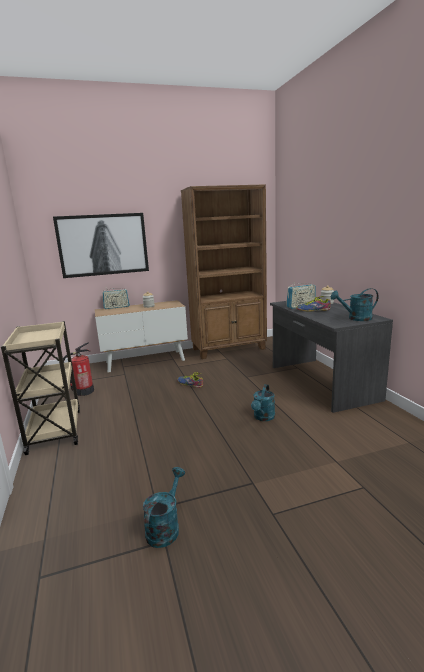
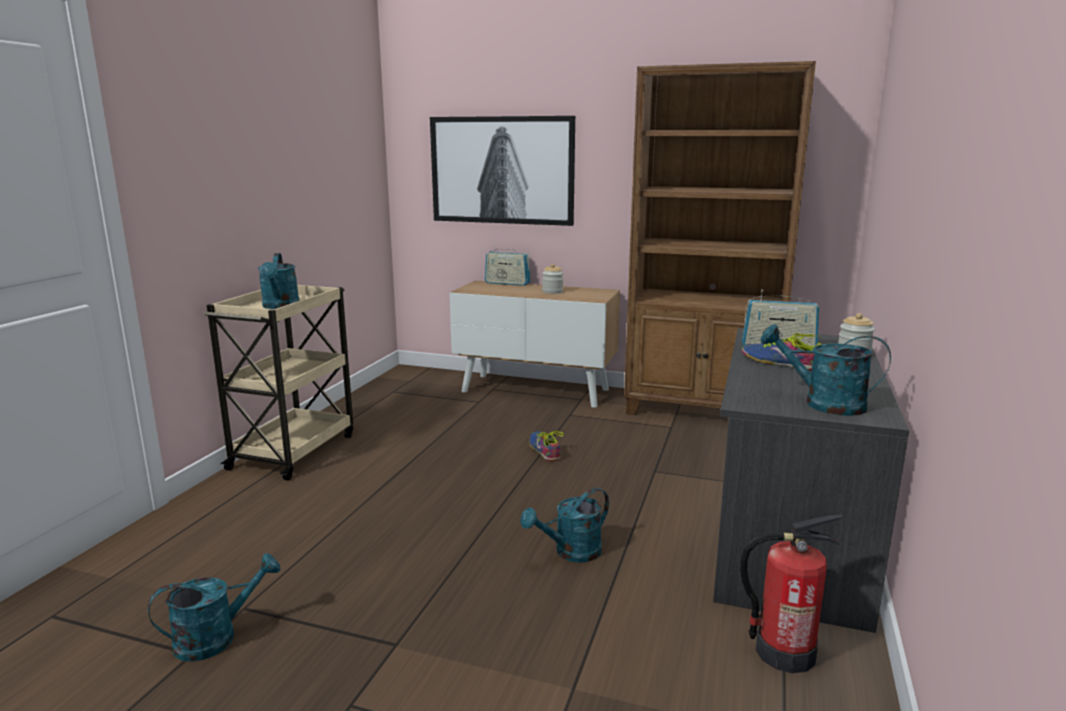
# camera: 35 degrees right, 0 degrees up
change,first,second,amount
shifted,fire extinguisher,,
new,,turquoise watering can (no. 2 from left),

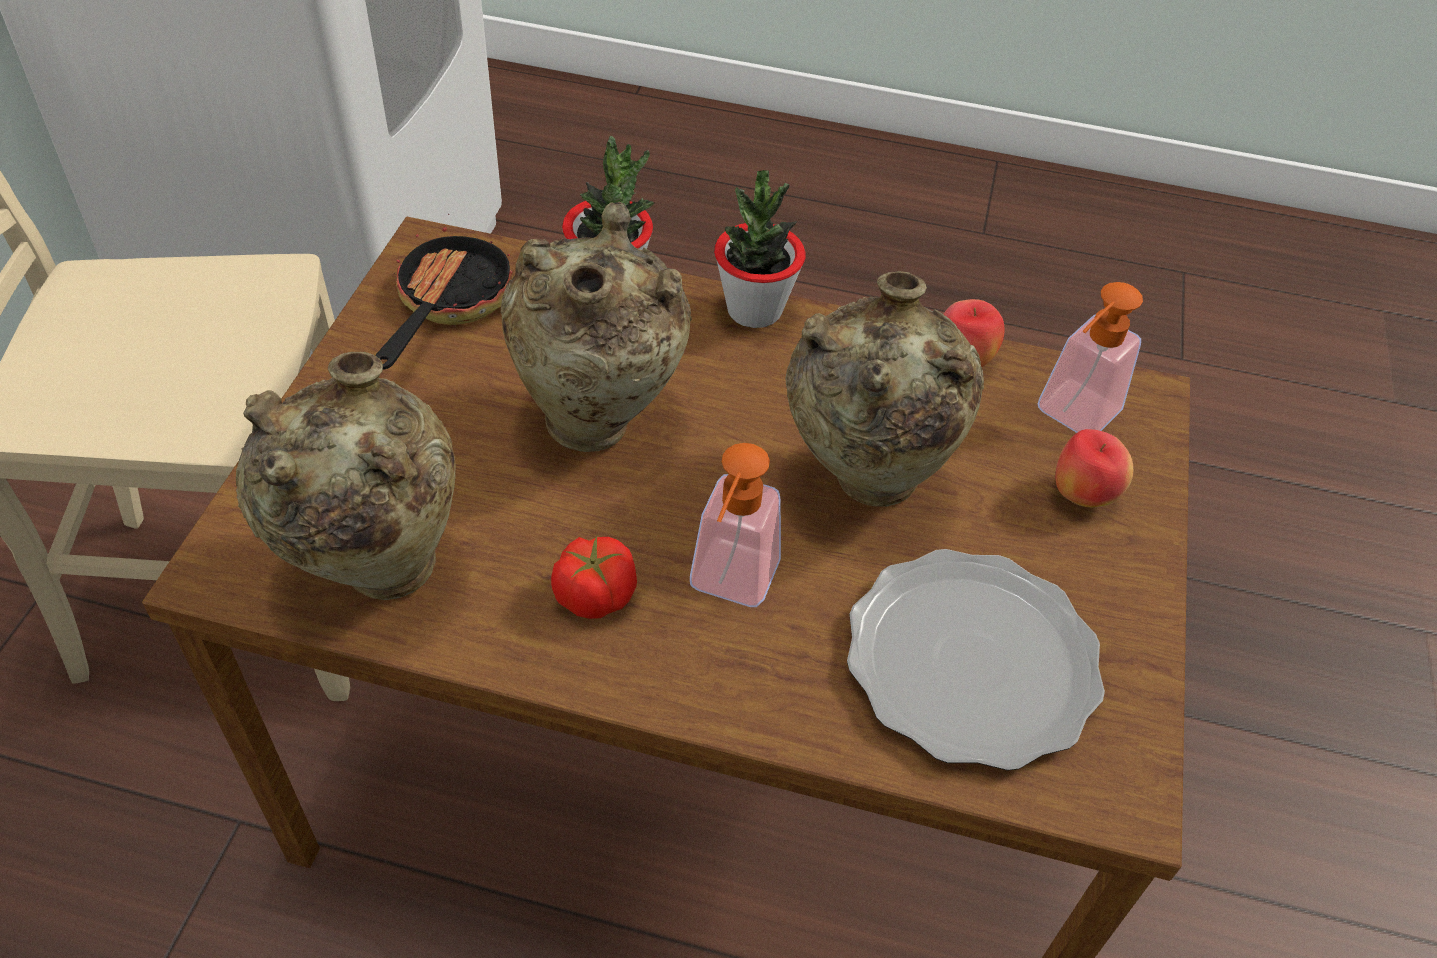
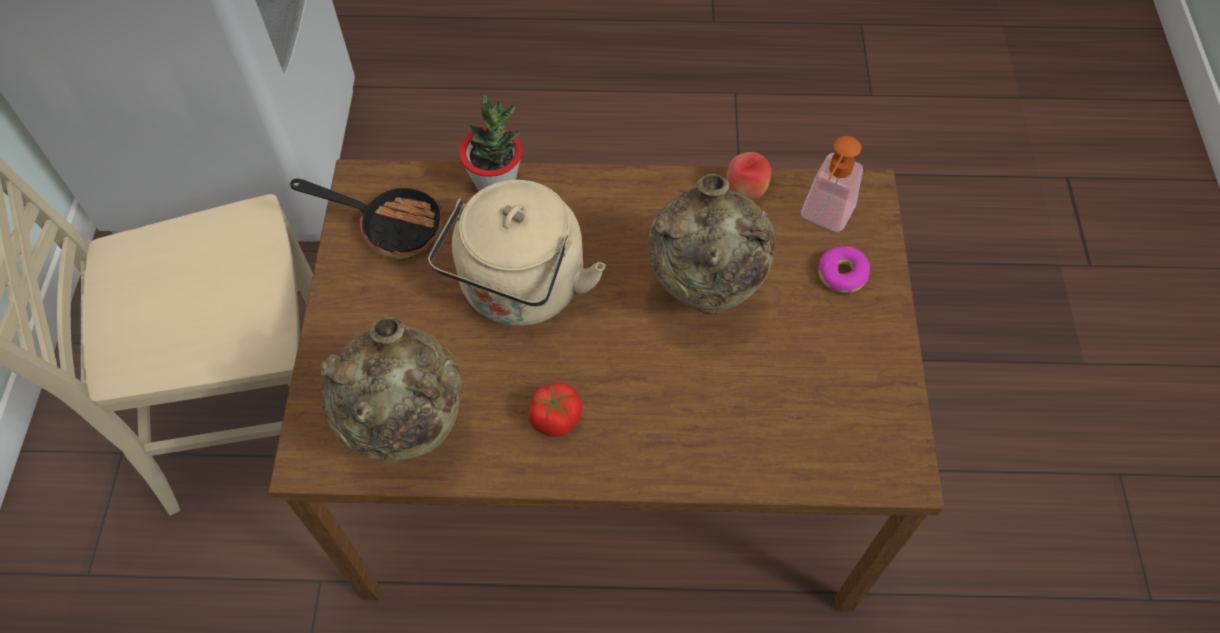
# camera: 10 degrees left, 10 degrees up
change,first,second,amount
gone,potted plant (no. 2 from left),,
swapped,beige vase (no. 2 from left),beige kettle,
rotated,frying pan,,105 degrees clockwise
swapped,apple (no. 2 from left),donut,
gone,soap dispenser (no. 1 from left),,
gone,plate,,

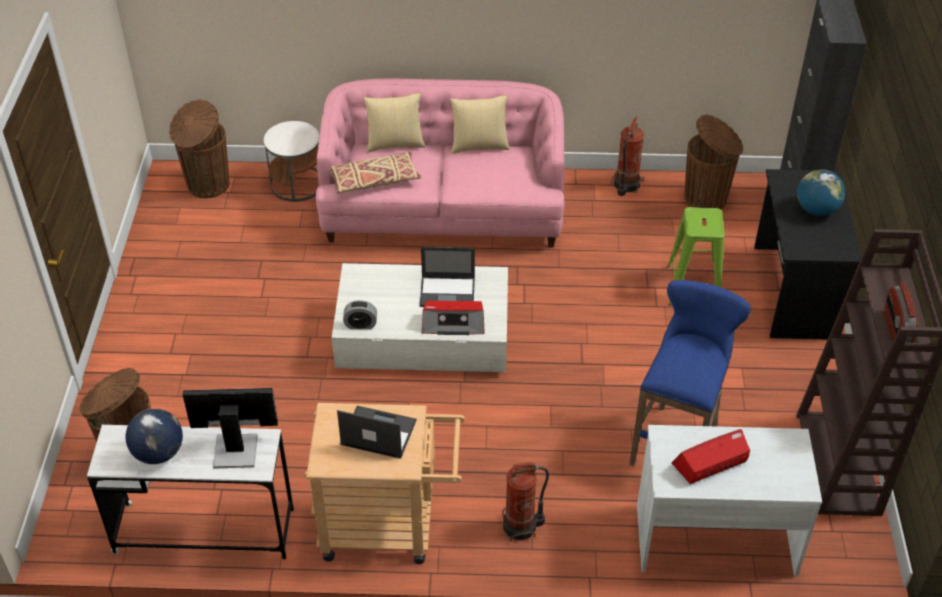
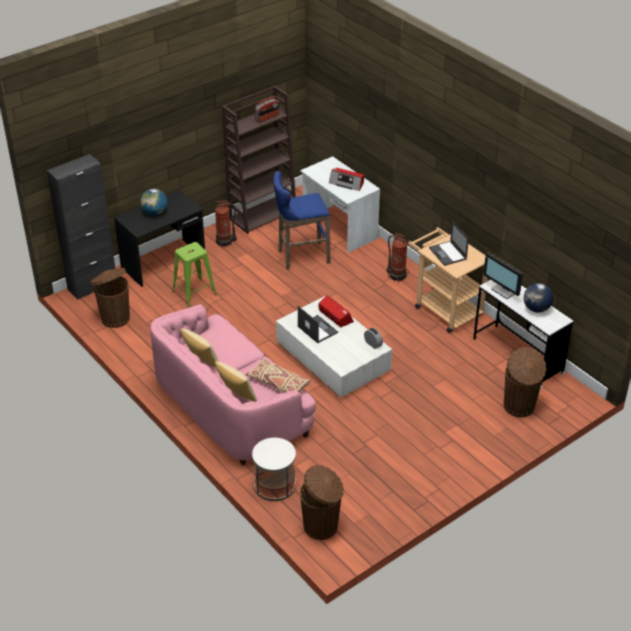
# camera: 130 degrees left, 5 degrees down
change,first,second,amount
shifted,fire extinguisher (no. 2 from left in the first image),fire extinguisher (no. 1 from left),

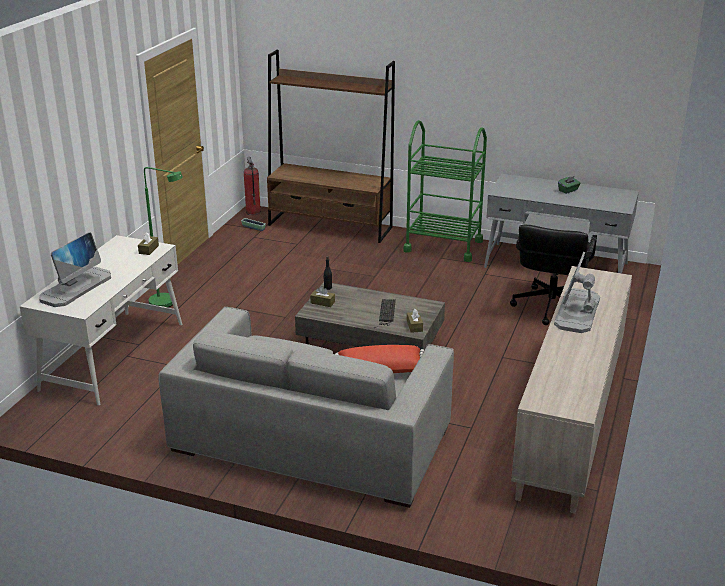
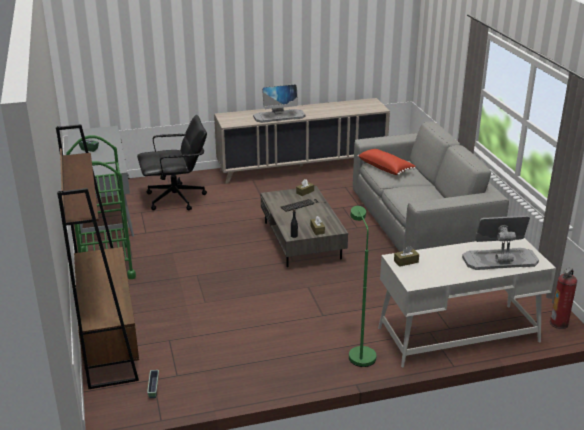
# camera: 125 degrees left, 0 degrees up
change,first,second,amount
shifted,fire extinguisher,,

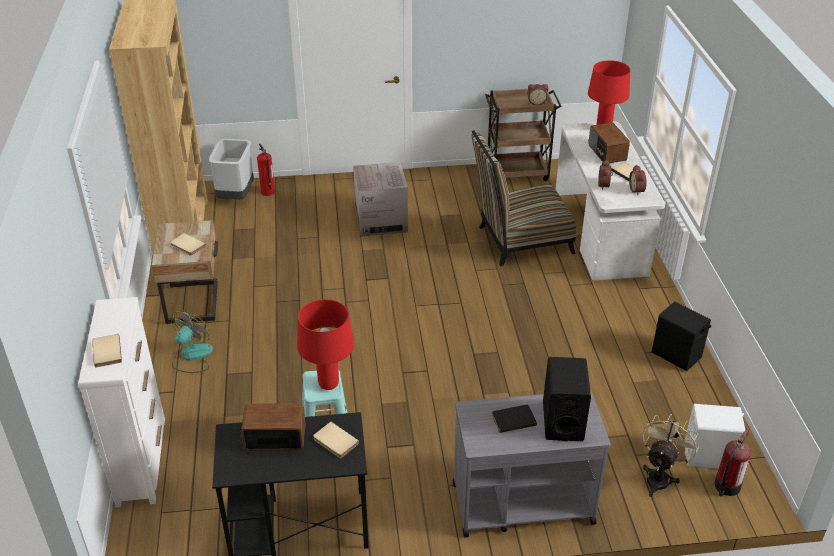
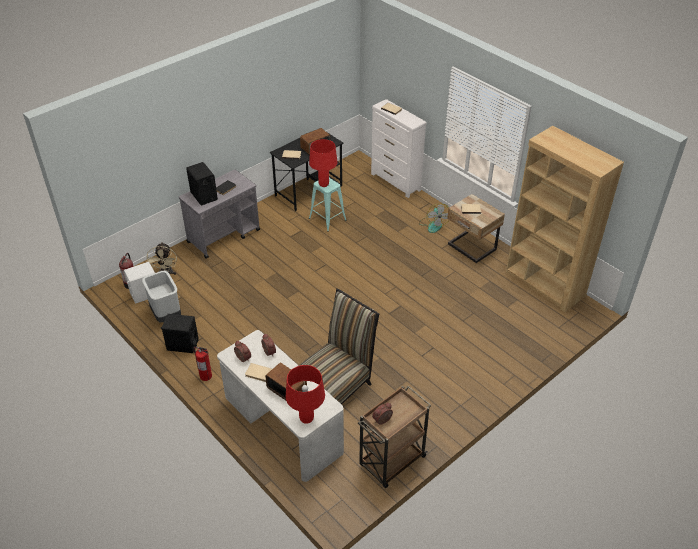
# camera: 145 degrees right, 5 degrees up
change,first,second,amount
shifted,grey trash can,,
shifted,fire extinguisher (no. 1 from left in the first image),fire extinguisher (no. 2 from left),
gone,cardboard box,,

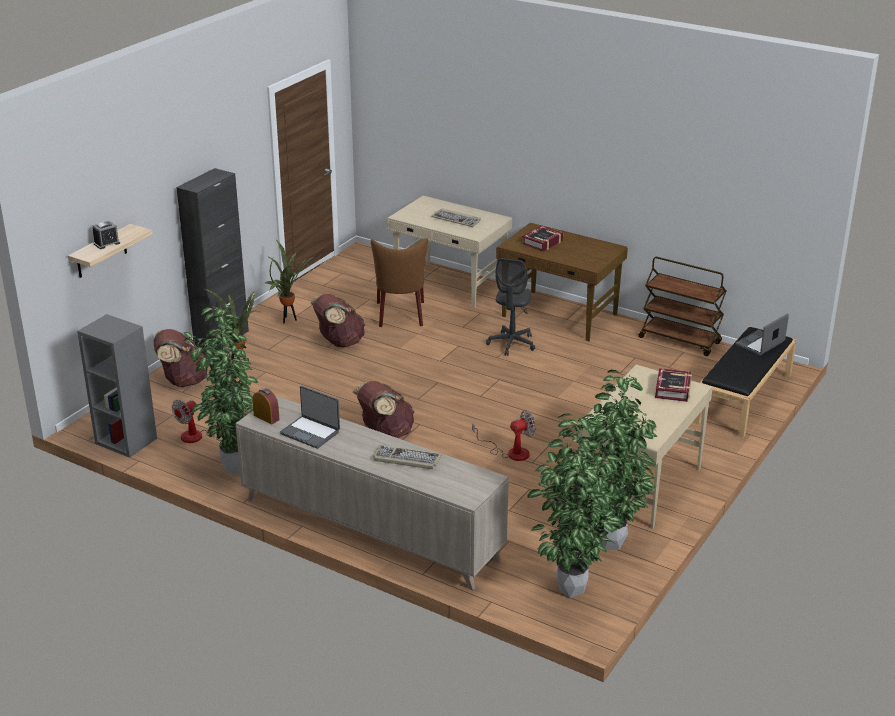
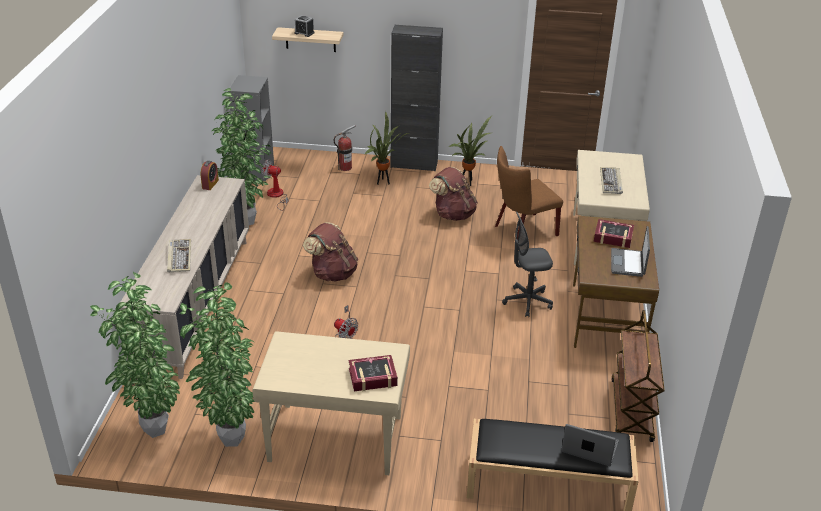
# camera: 65 degrees right, 5 degrees up
change,first,second,amount
swapped,brown backpack (no. 1 from left),fire extinguisher,
shifted,laptop (no. 1 from left in the first image),laptop (no. 2 from left),

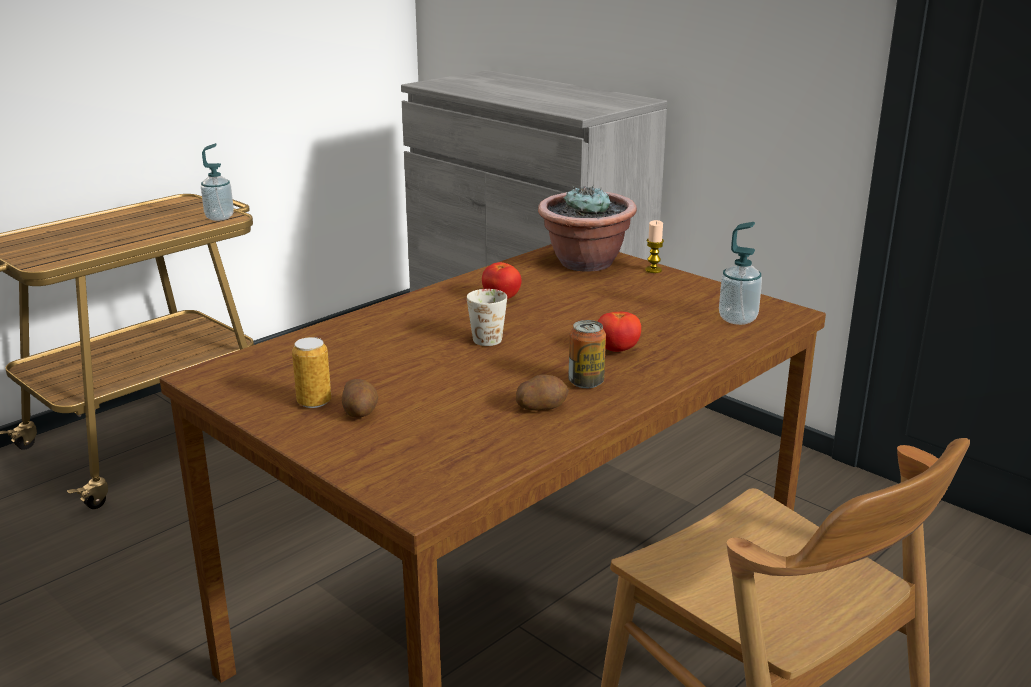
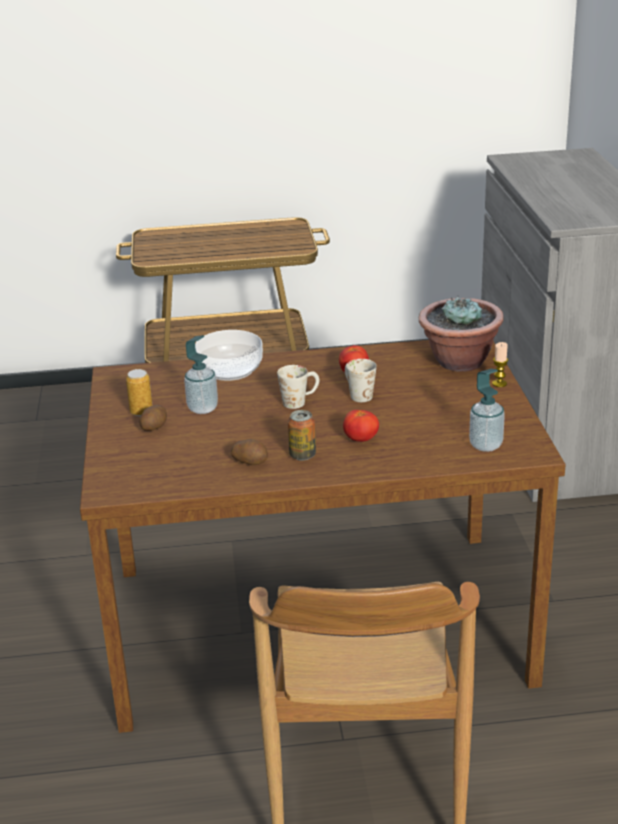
# camera: 40 degrees right, 5 degrees up
change,first,second,amount
shifted,soap dispenser (no. 1 from left),,
new,,bowl,
new,,white mug (no. 2 from left),

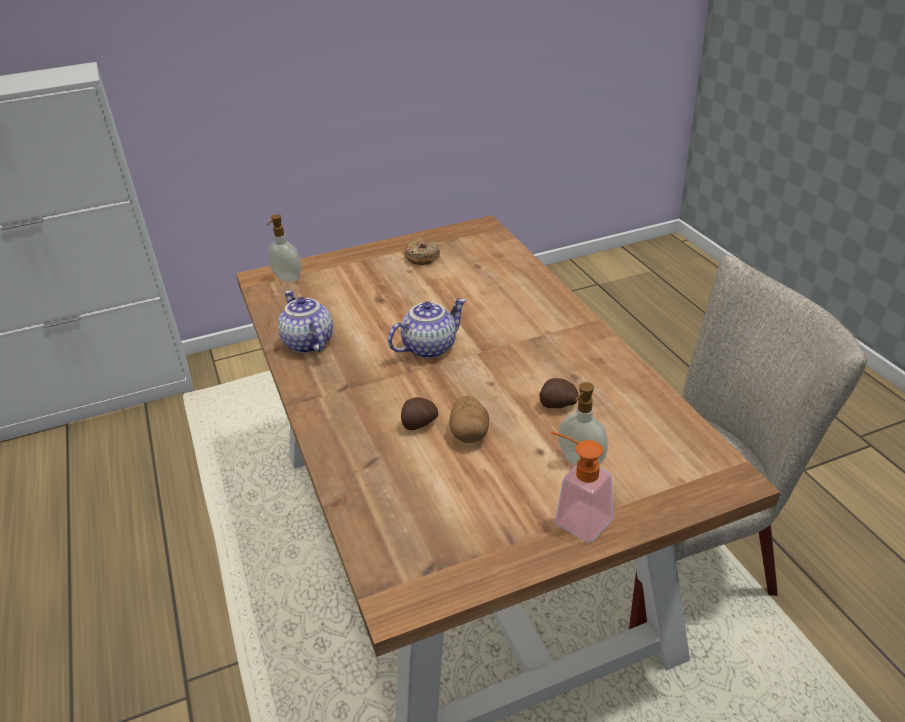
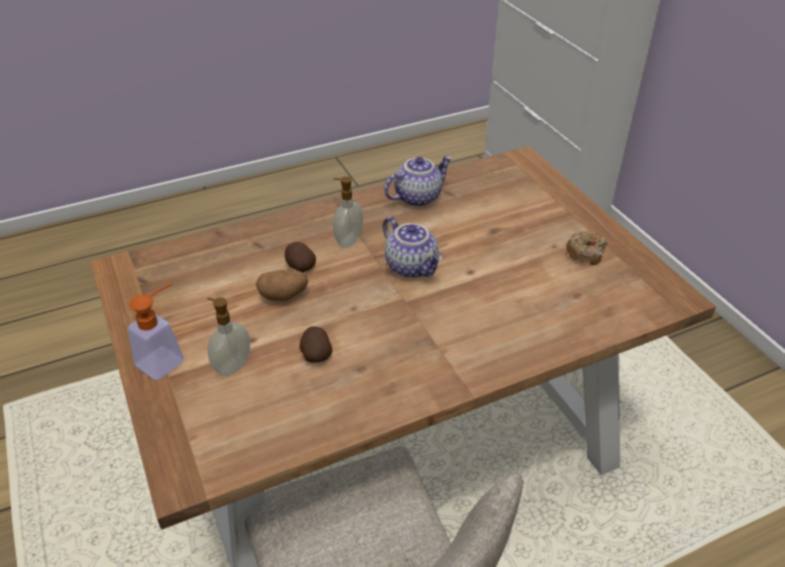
# camera: 85 degrees right, 5 degrees up
change,first,second,amount
shifted,soap dispenser (no. 1 from left in the first image),soap dispenser (no. 3 from left),

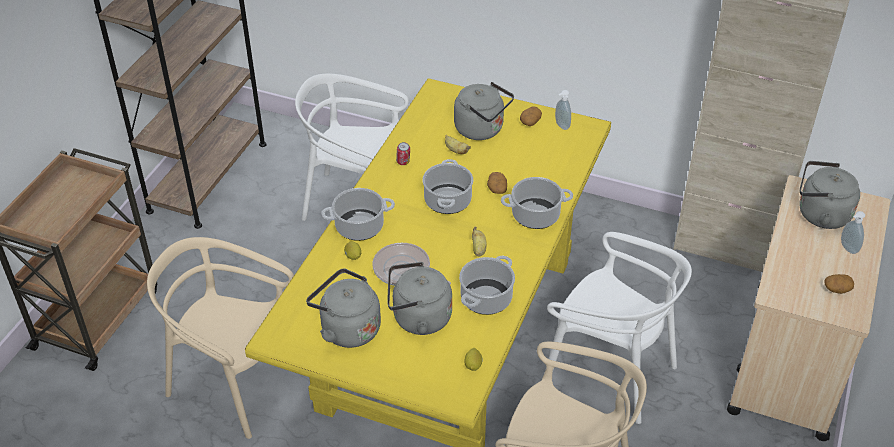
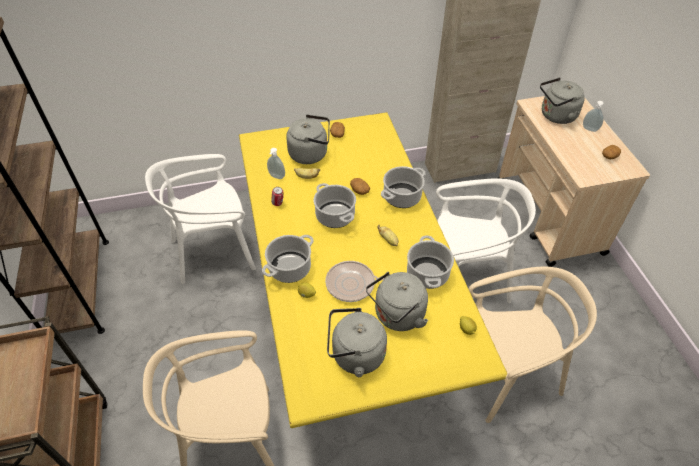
# camera: 35 degrees left, 5 degrees up
change,first,second,amount
shifted,soap dispenser (no. 1 from left),,

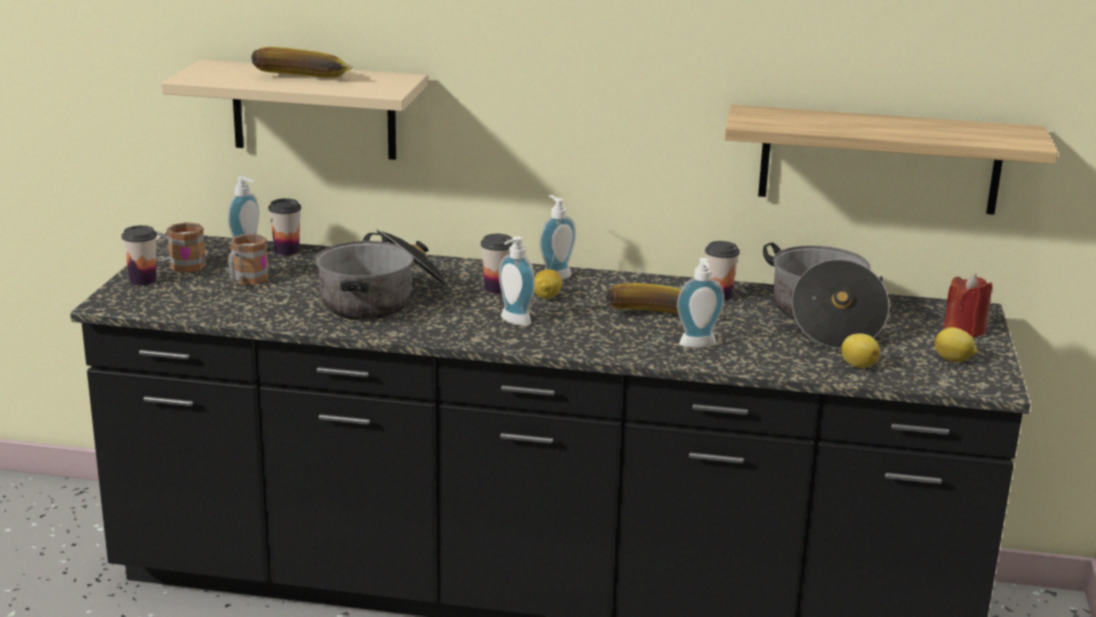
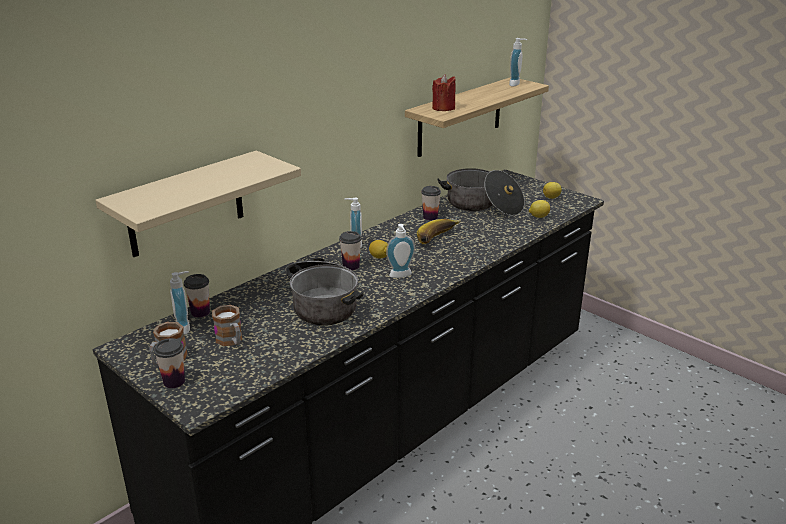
# camera: 55 degrees left, 5 degrees up
change,first,second,amount
gone,banana (no. 1 from left),,
shifted,soap dispenser (no. 4 from left),,
shifted,red candle,,

